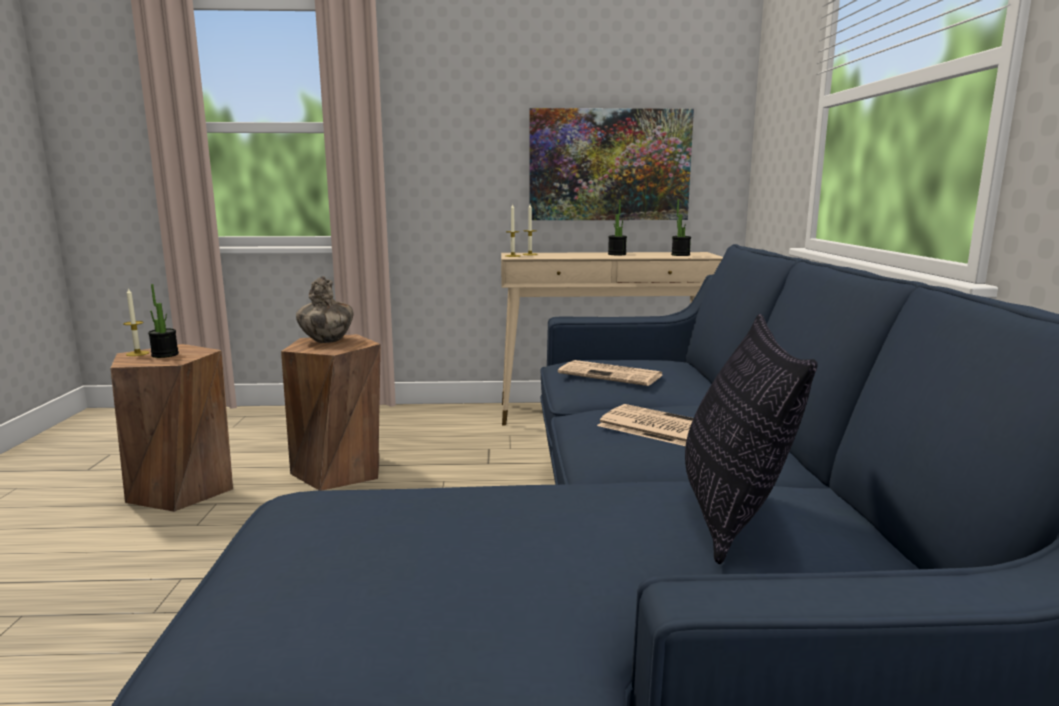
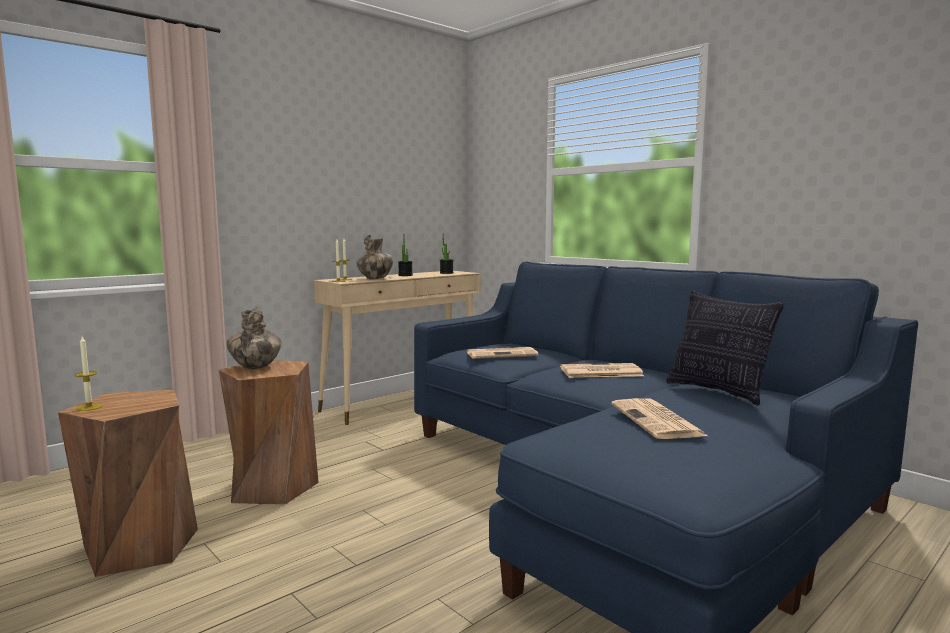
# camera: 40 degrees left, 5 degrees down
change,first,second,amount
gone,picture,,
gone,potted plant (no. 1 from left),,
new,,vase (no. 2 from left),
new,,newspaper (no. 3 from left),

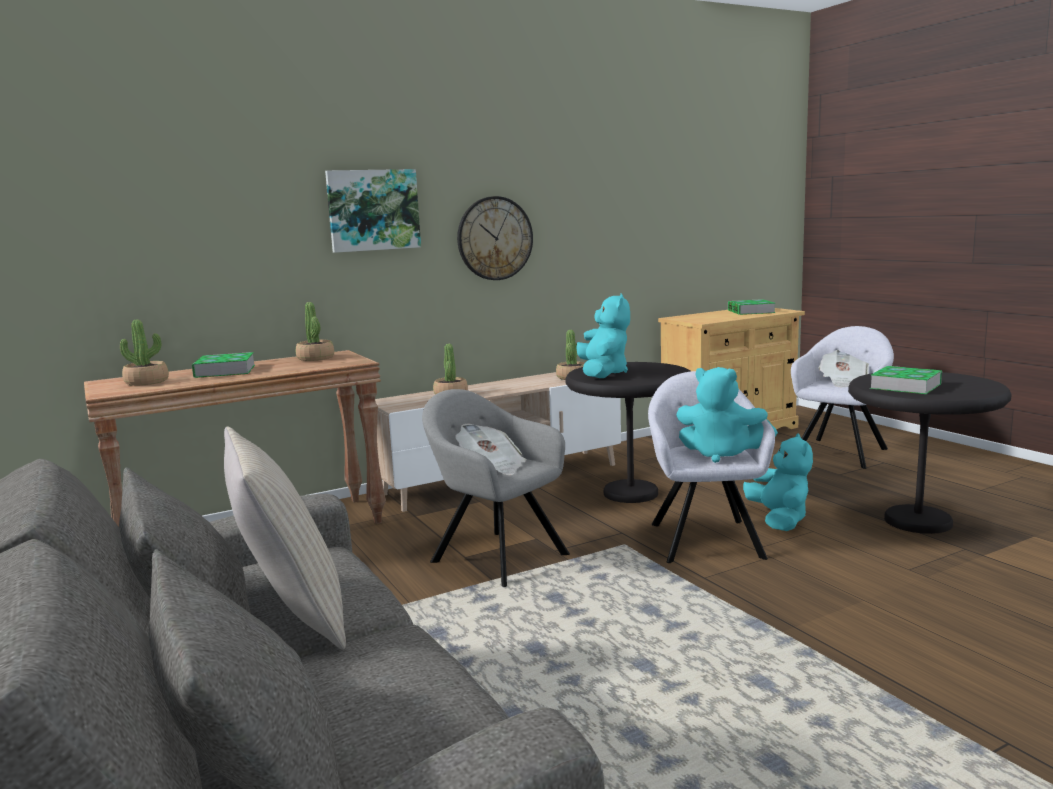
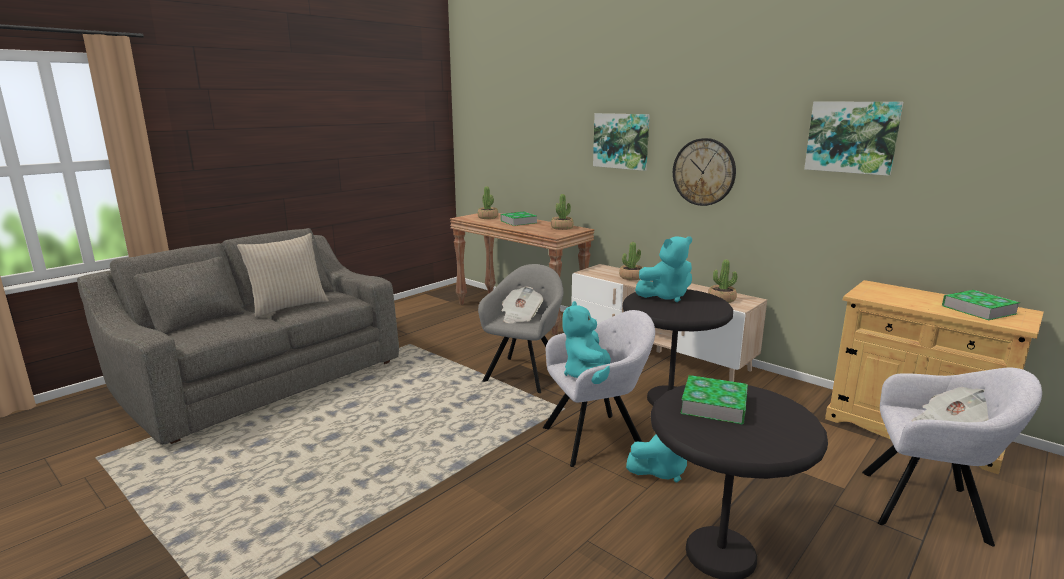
# camera: 70 degrees right, 5 degrees up
change,first,second,amount
new,,picture (no. 2 from left),

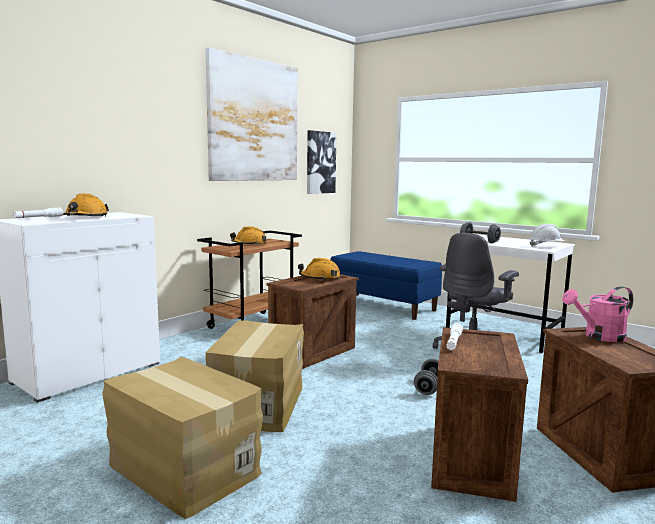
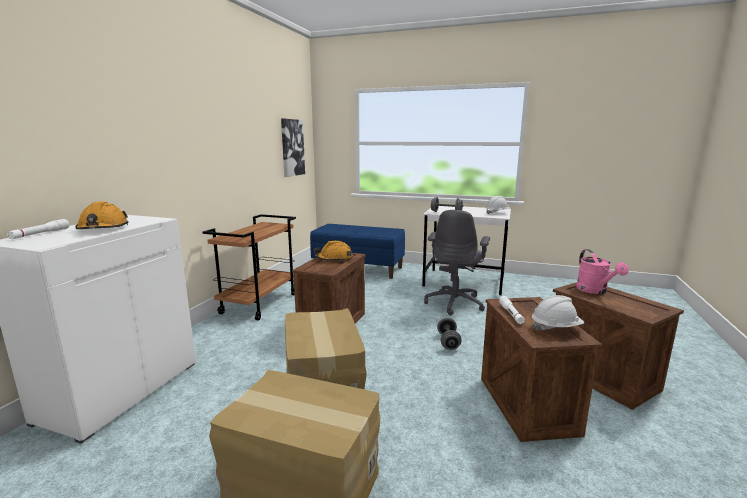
# camera: 20 degrees left, 5 degrees up
change,first,second,amount
gone,picture (no. 1 from left),,
gone,orange hard hat (no. 2 from left),,
rotated,pink watering can,,60 degrees counterclockwise
new,,white hard hat (no. 2 from left),

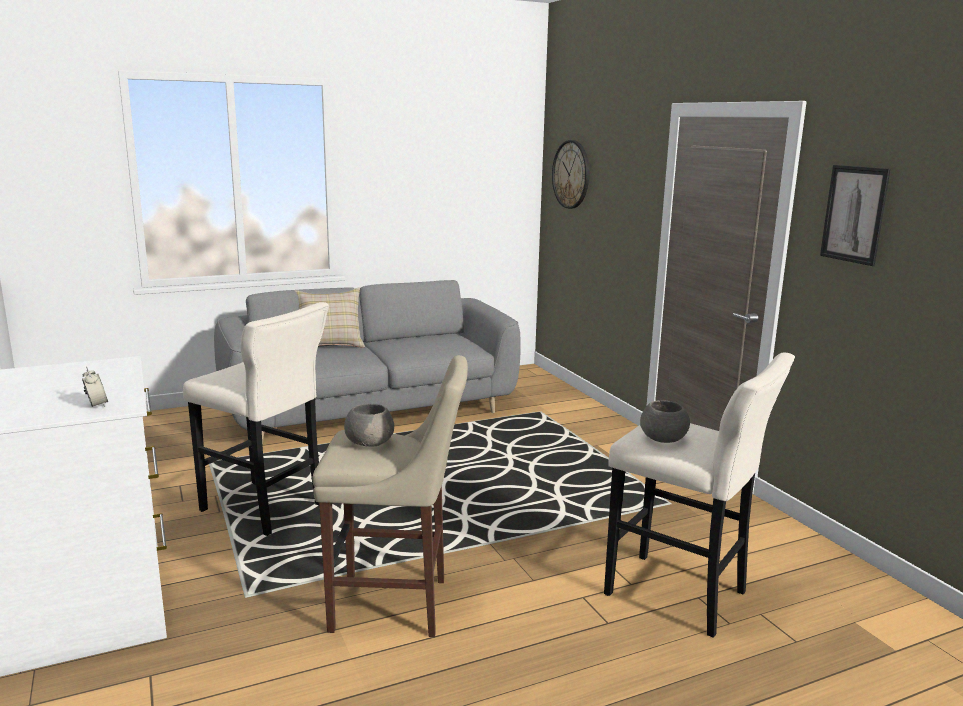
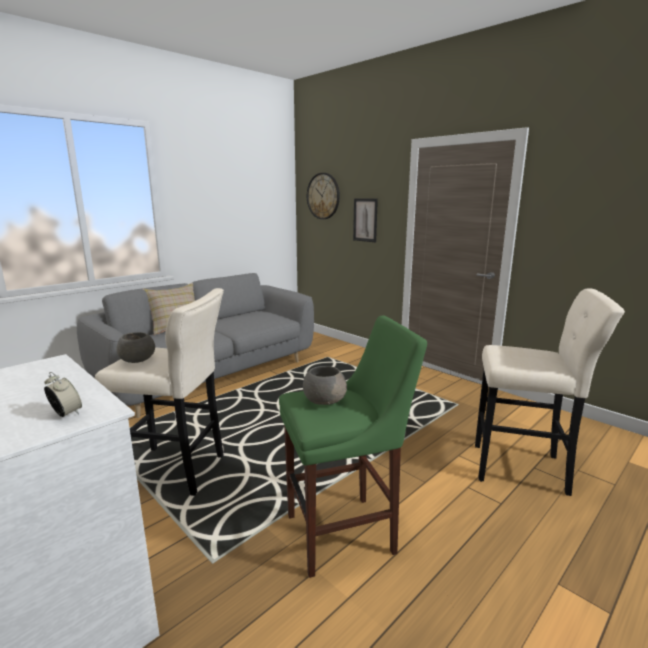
# camera: 20 degrees left, 0 degrees up
change,first,second,amount
shifted,picture,,
repainted,beige stool (no. 2 from left),green stool,
shifted,grey bowl (no. 2 from left in the first image),grey bowl (no. 1 from left),

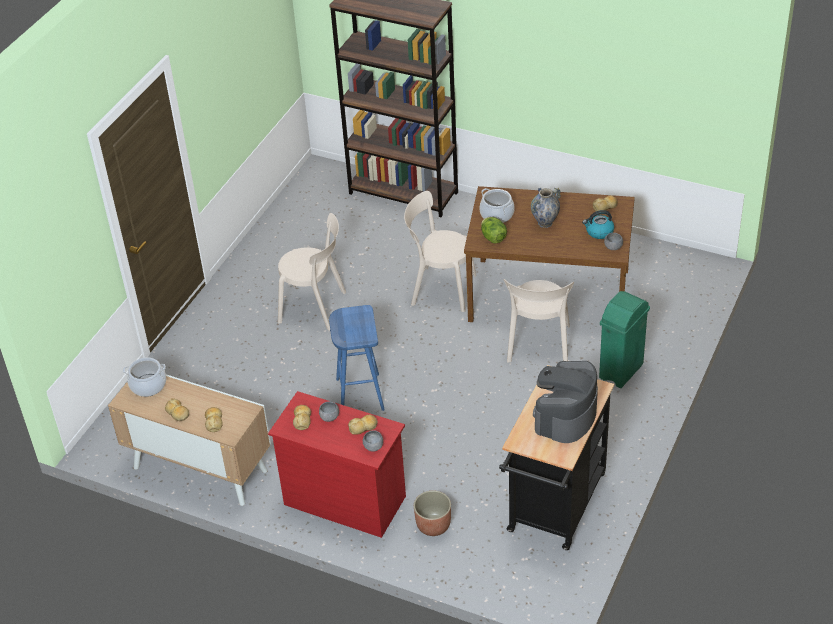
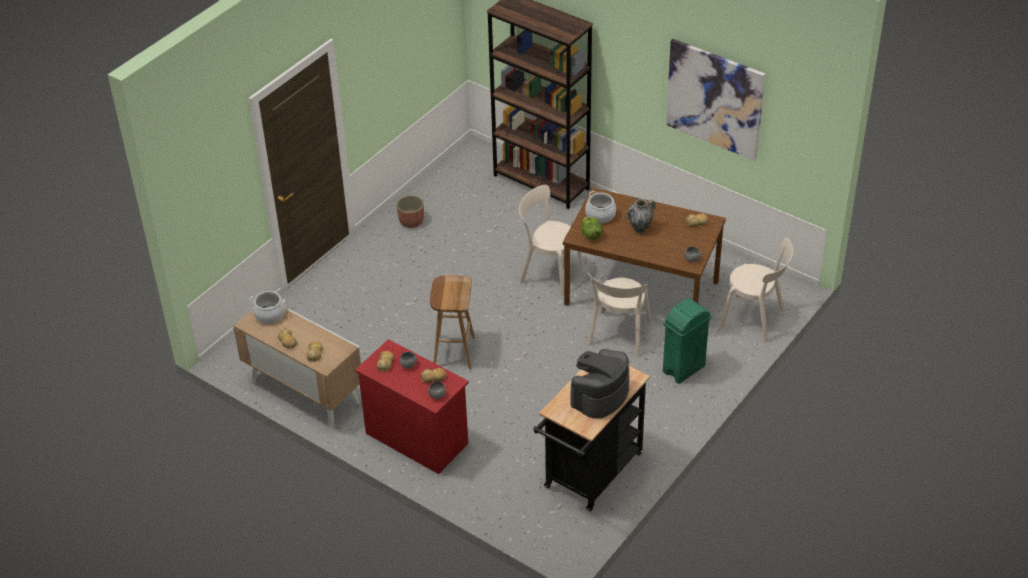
# camera: 10 degrees right, 0 degrees up
change,first,second,amount
gone,kettle,,
shifted,beige chair (no. 1 from left in the first image),beige chair (no. 3 from left),
repainted,blue stool,brown stool,
shifted,planter,,
new,,picture,

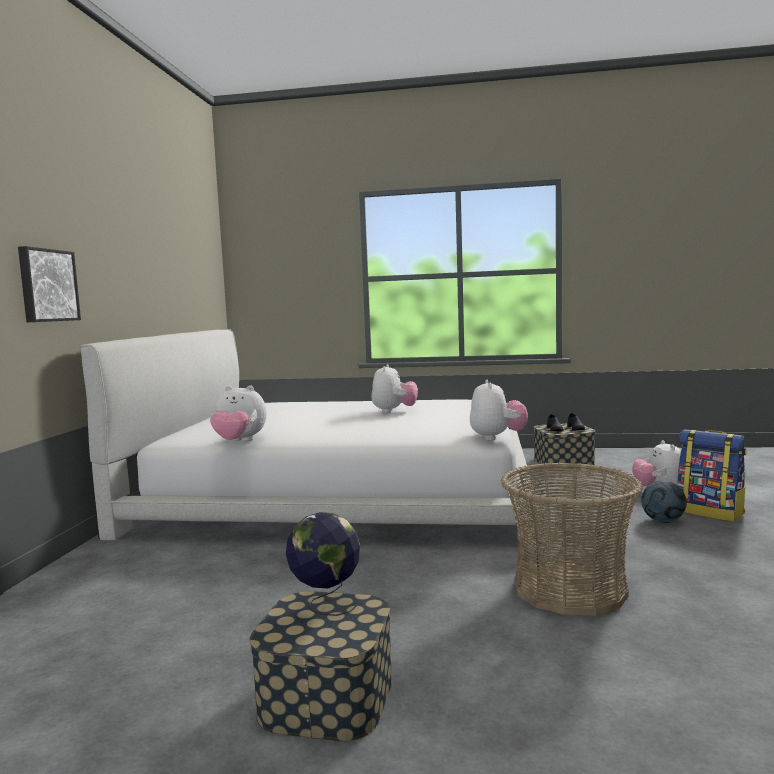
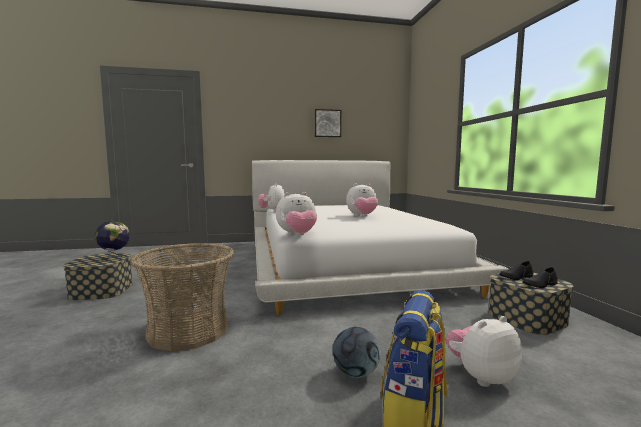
# camera: 70 degrees right, 0 degrees up
change,first,second,amount
shifted,picture,,

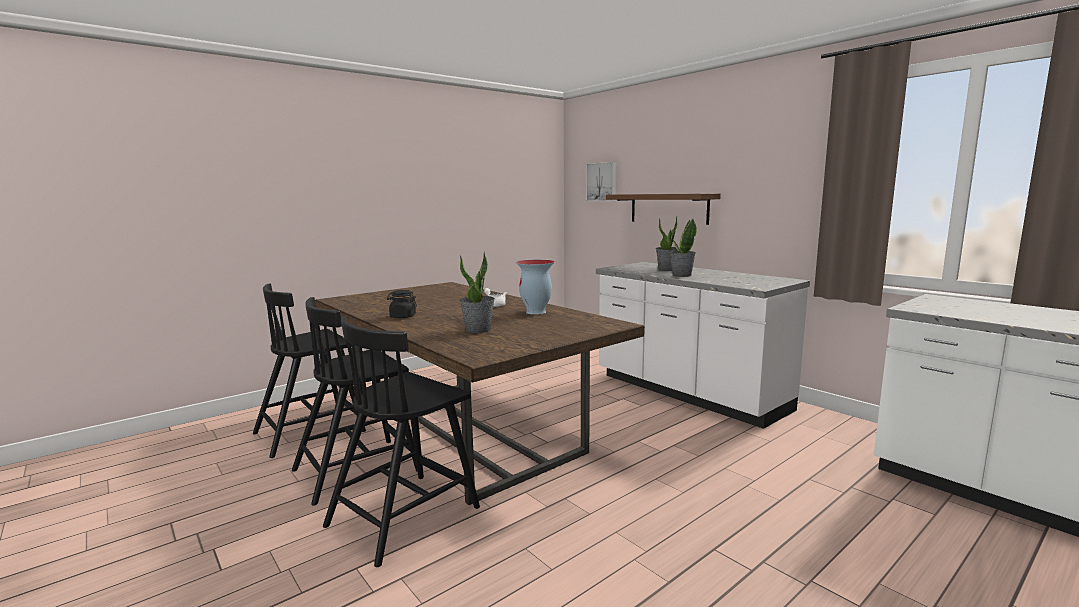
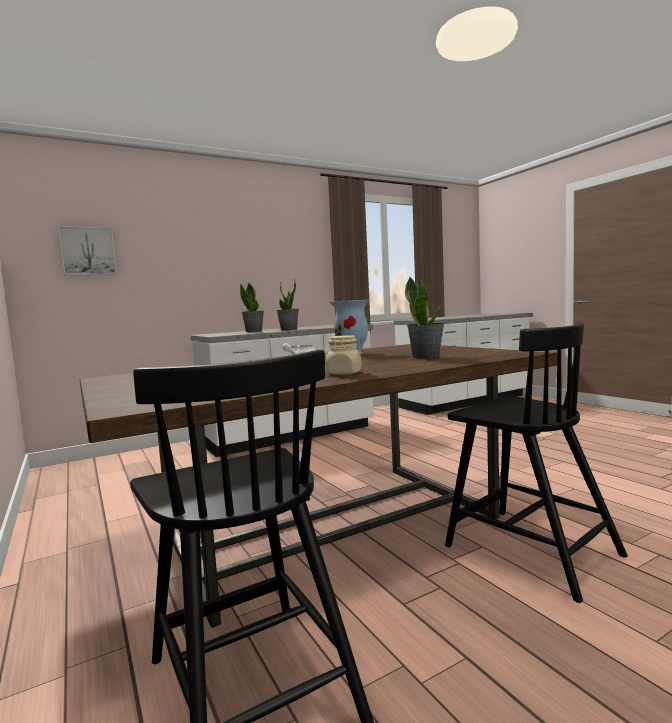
# camera: 80 degrees left, 5 degrees down
change,first,second,amount
gone,brown shelf,,
repainted,black jar,beige jar,
gone,black chair (no. 2 from left),,

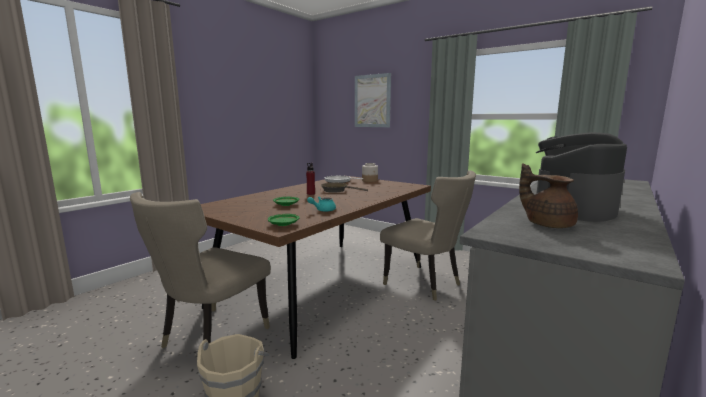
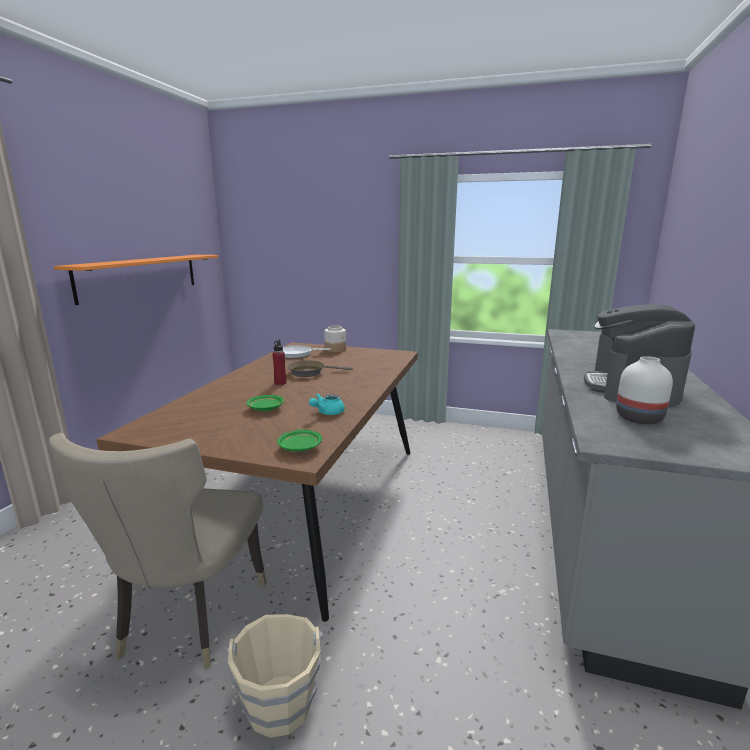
# camera: 20 degrees left, 5 degrees up
change,first,second,amount
gone,picture,,
swapped,brown teapot,white vase,
gone,beige chair (no. 2 from left),,
new,,orange shelf,

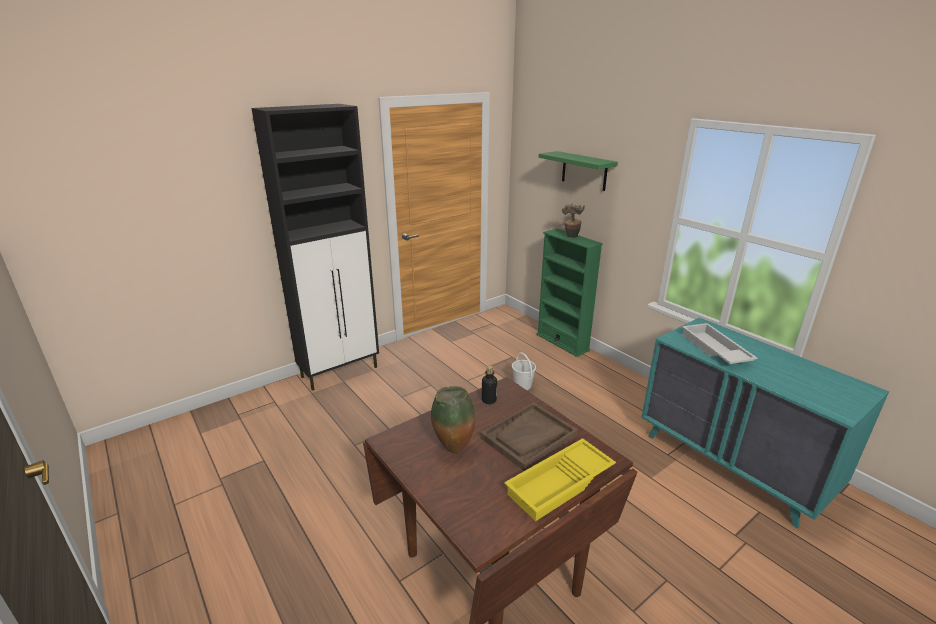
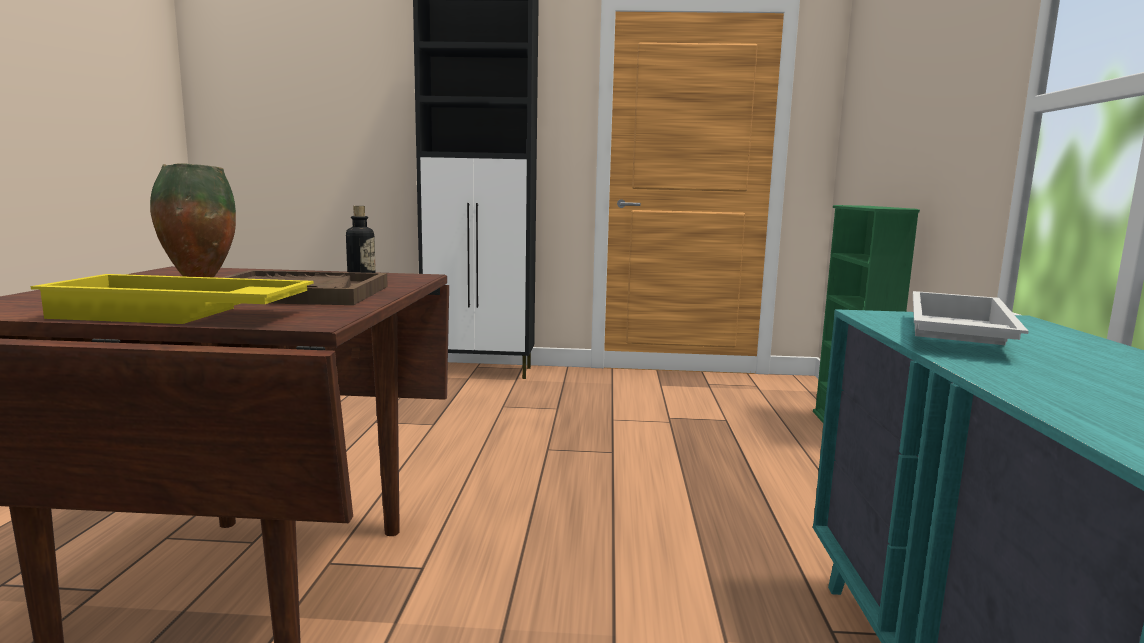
# camera: 40 degrees right, 15 degrees down
change,first,second,amount
gone,green shelf,,
gone,potted plant,,
gone,white bucket,,

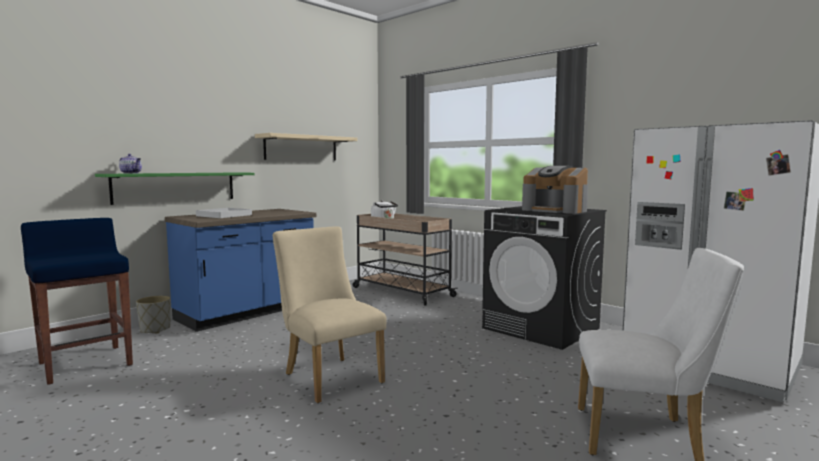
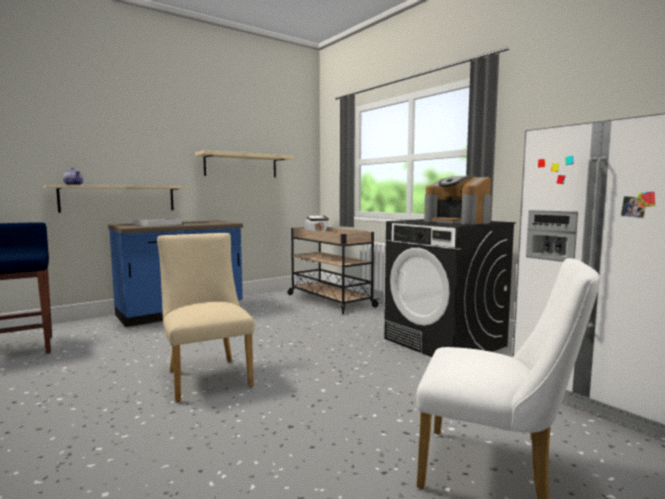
# camera: 10 degrees right, 0 degrees up
change,first,second,amount
repainted,green shelf,beige shelf (no. 1 from left),
gone,grey planter,,

